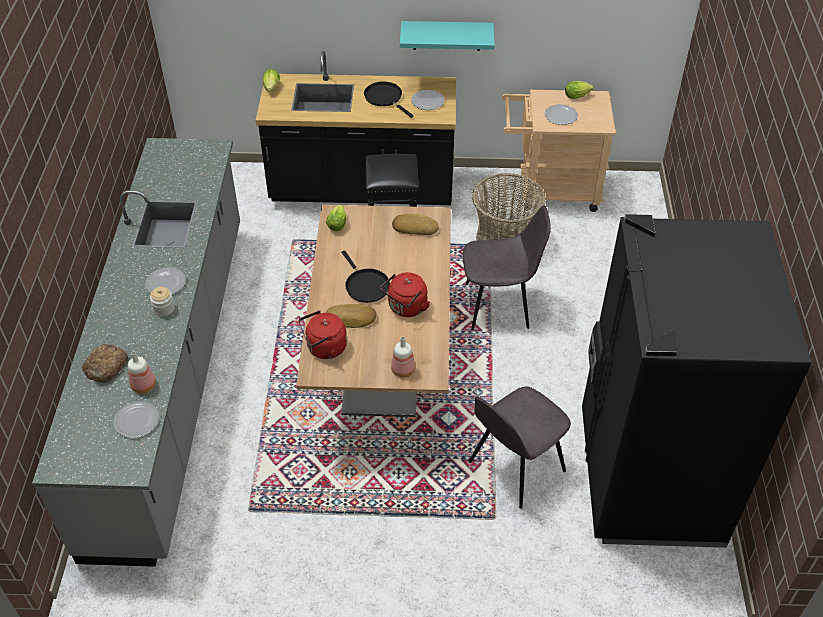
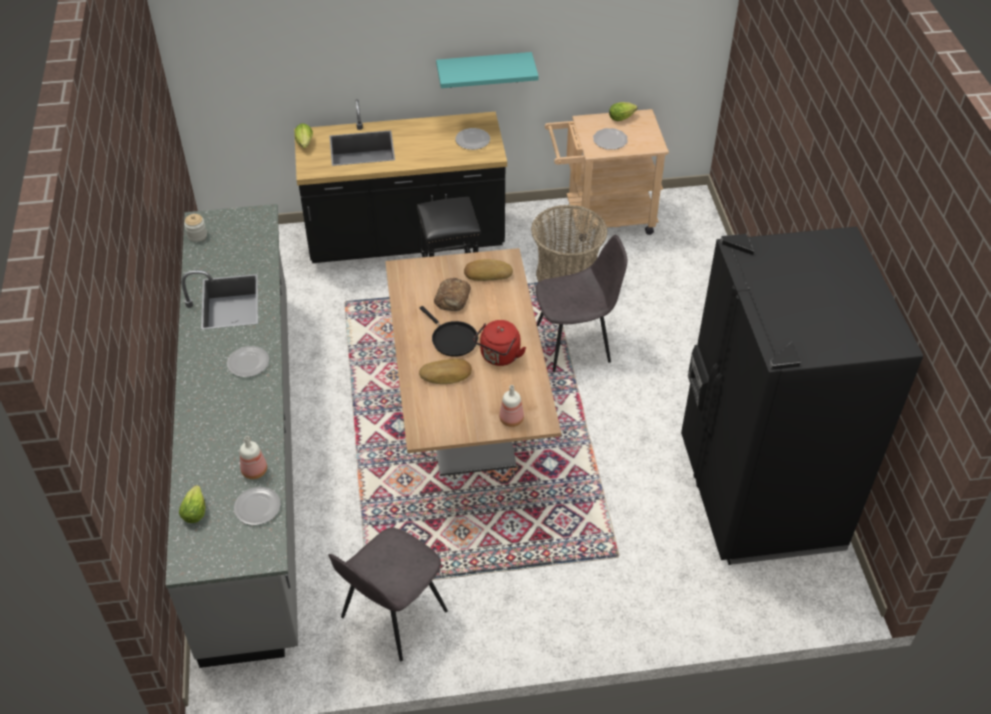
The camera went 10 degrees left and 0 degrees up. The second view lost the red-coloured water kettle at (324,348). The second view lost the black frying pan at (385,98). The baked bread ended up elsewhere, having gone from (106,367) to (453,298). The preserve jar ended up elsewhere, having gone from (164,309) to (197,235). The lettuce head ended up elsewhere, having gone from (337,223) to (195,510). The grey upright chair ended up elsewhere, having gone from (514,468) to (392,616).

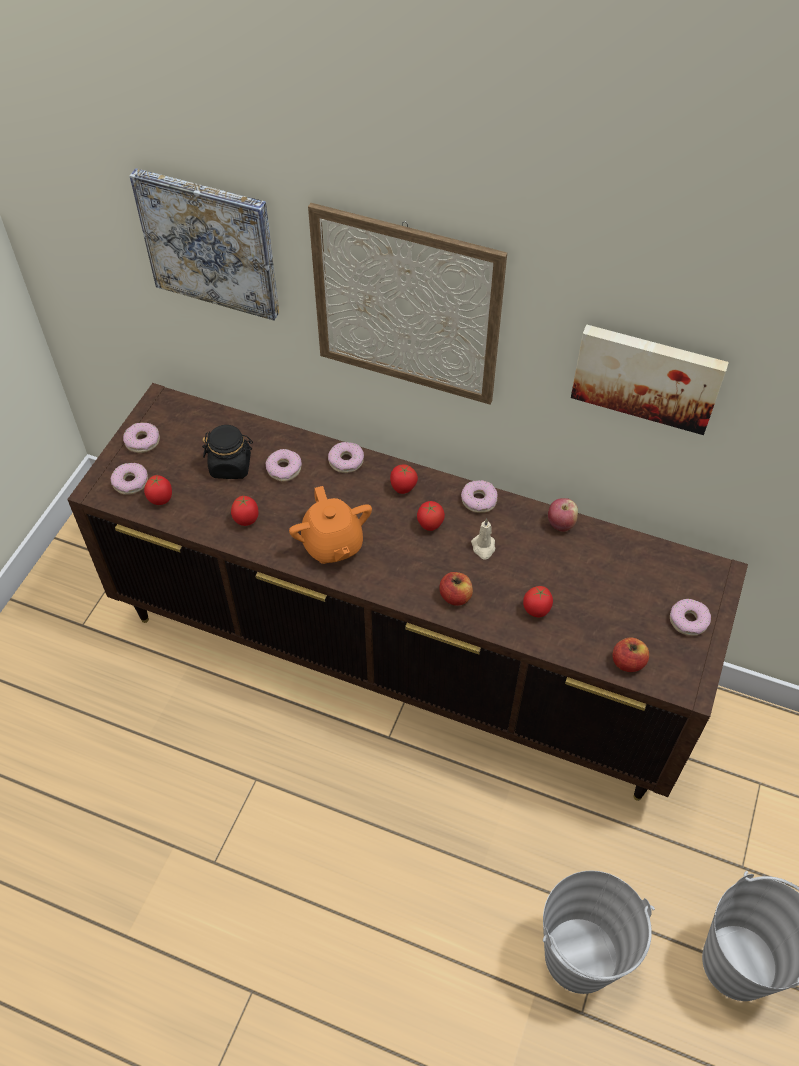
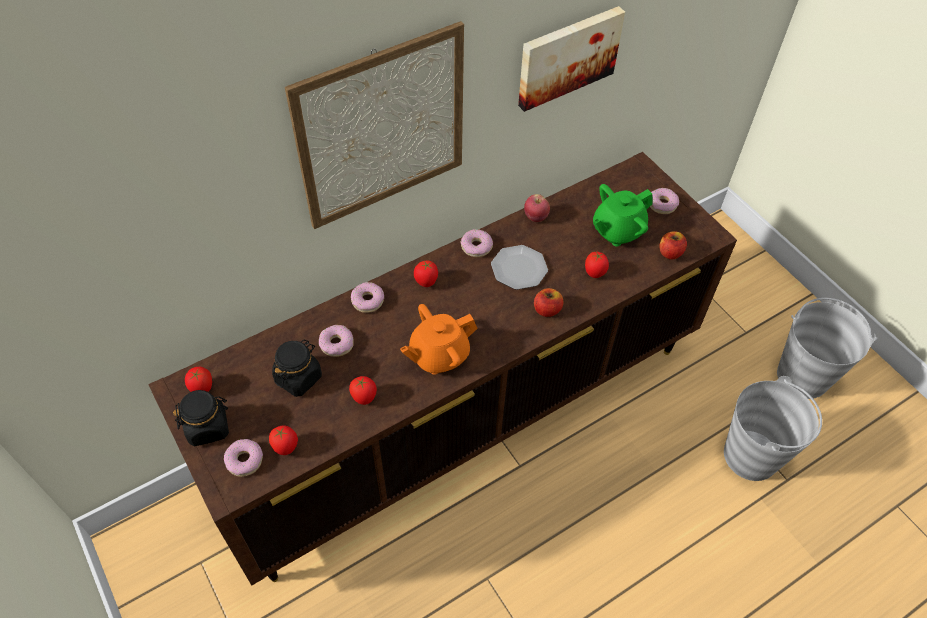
The camera went 55 degrees left and 0 degrees up. The second view lost the wall picture at (210,243). The second view gained the green-coloured tea pot at (617,231). The tomato ended up elsewhere, having gone from (429,525) to (202,389). Where the ring doughnut stood at (142,441), the black preserve jar came to stand at (208,427). Where the beige candle stood at (483,547), the dinner plate came to stand at (519,269). The orangey tea pot at (332,545) ended up facing another way, 135 degrees clockwise from before.

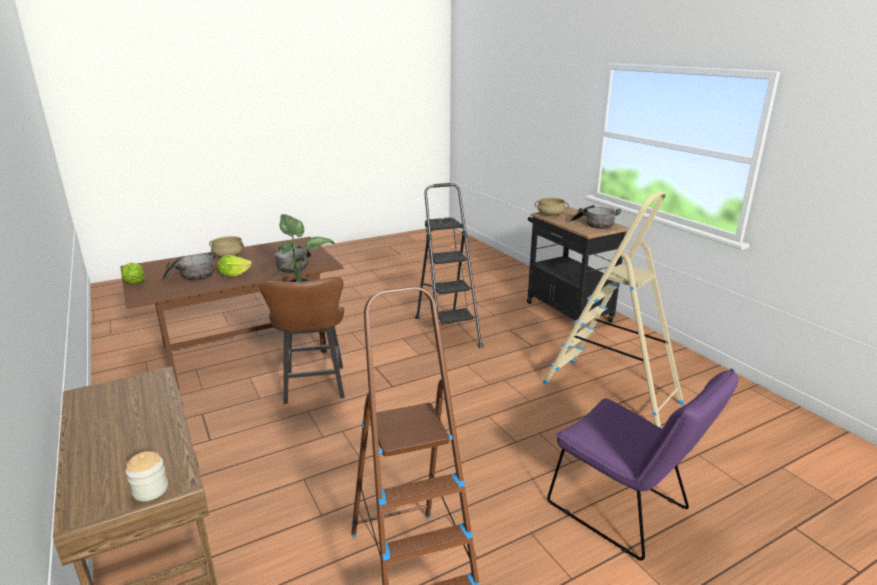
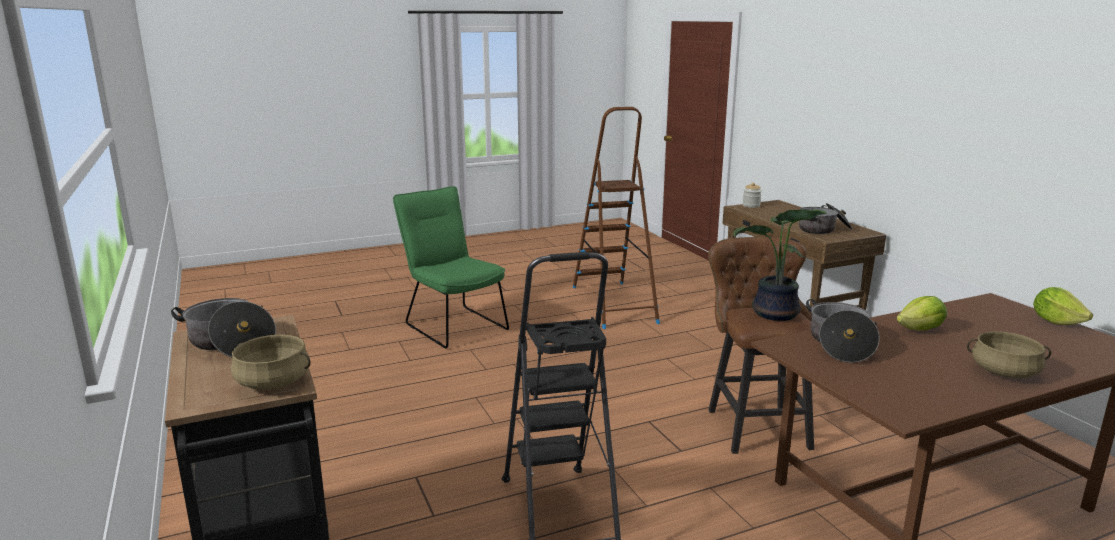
The camera went 175 degrees left and 5 degrees down. The second view lost the beige step ladder at (610,392). The stockpot ended up elsewhere, having gone from (190,276) to (824,229). What was the purple upright chair at (625,511) turned into the green-coloured upright chair at (452,324).

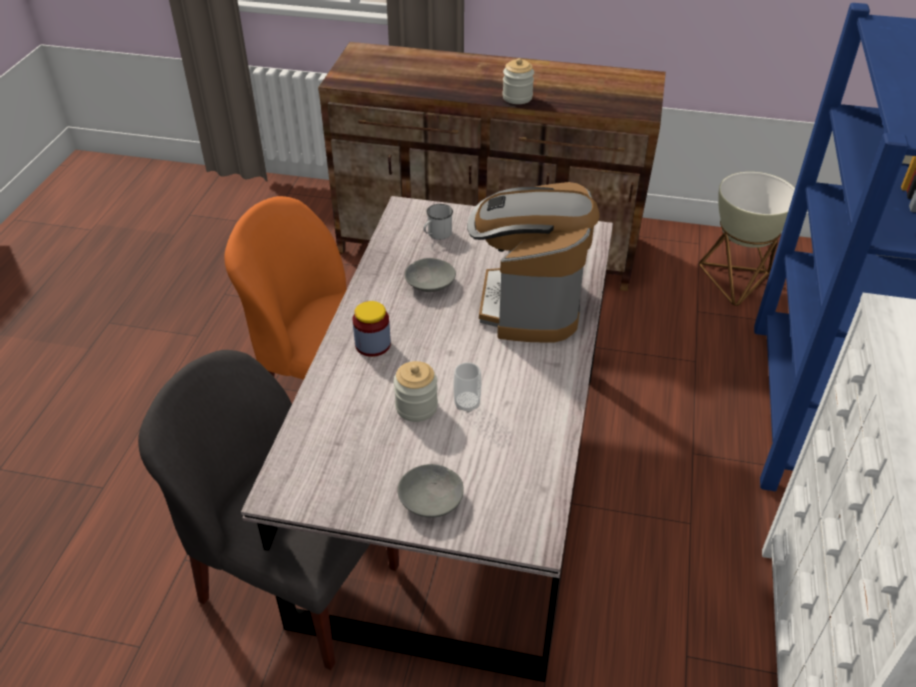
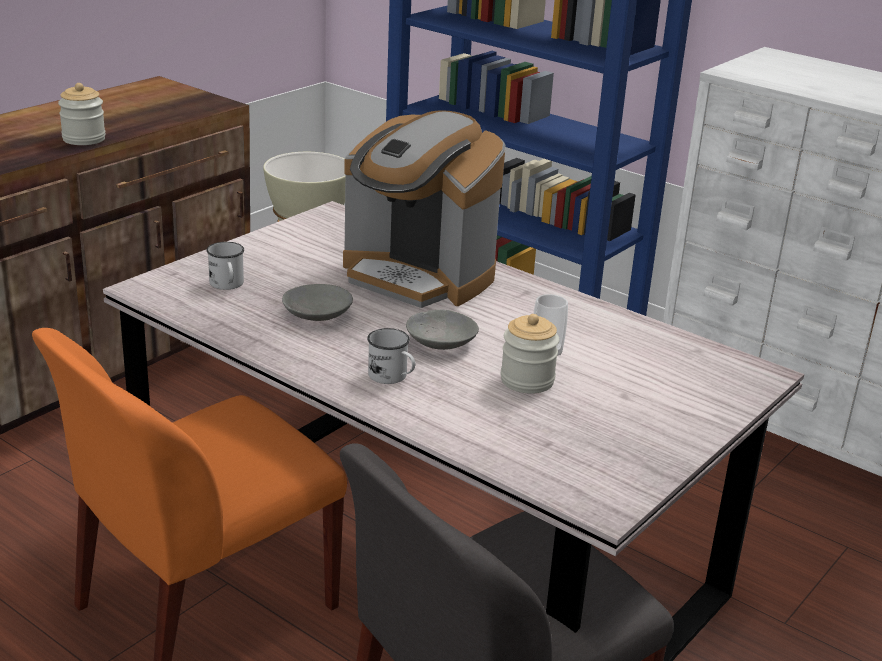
The camera went 65 degrees left and 15 degrees down. The grey bowl ended up elsewhere, having gone from (432,499) to (441,341). Where the preserve jar stood at (373,344), the white coffee mug came to stand at (392,377).

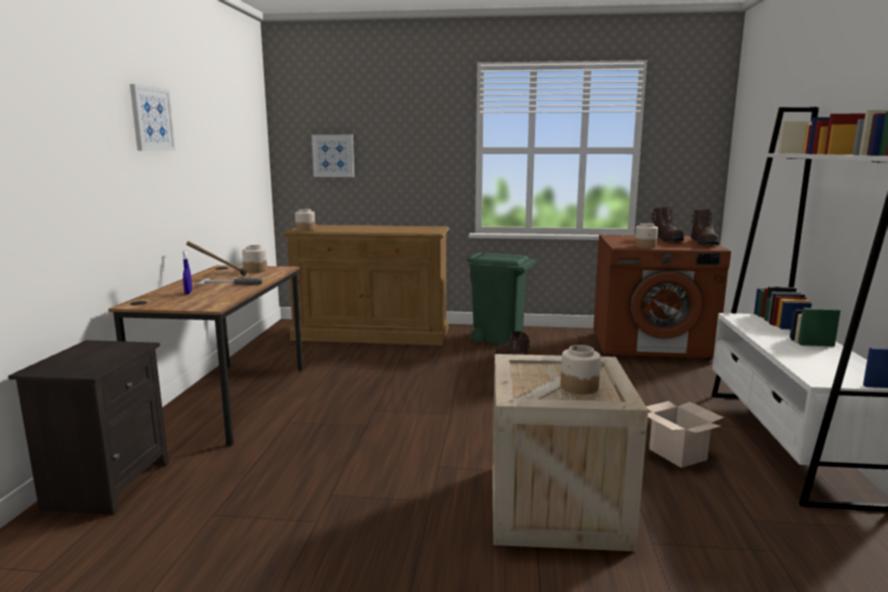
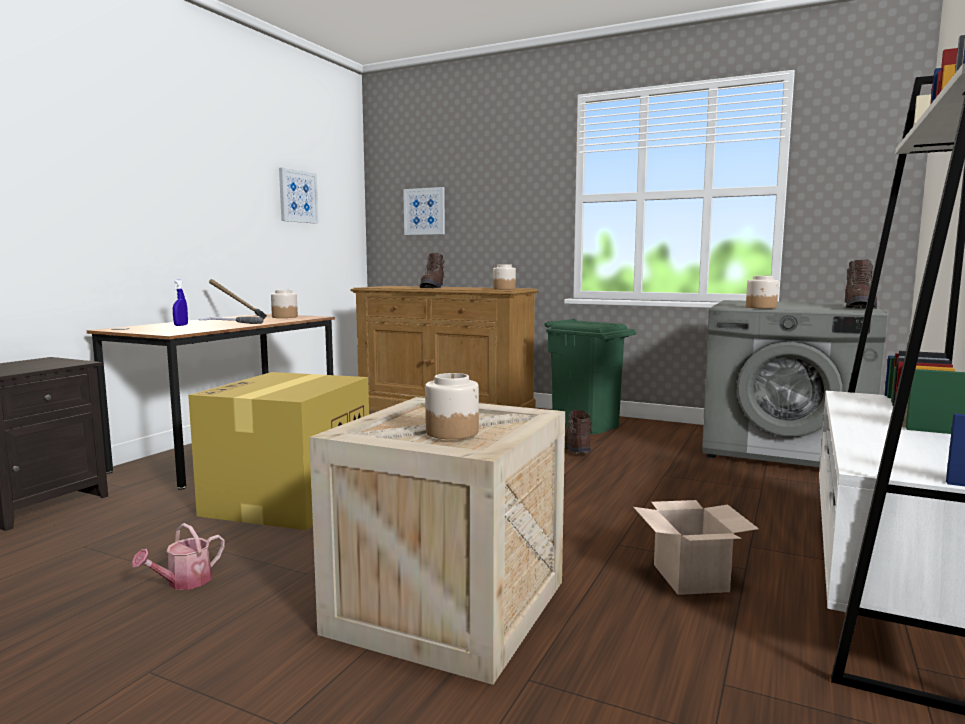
The camera went 20 degrees right and 5 degrees down. The second view gained the sprinkling can at (184,582). The second view gained the carton at (289,499). The wall picture ended up elsewhere, having gone from (151,119) to (298,196). The preserve jar ended up elsewhere, having gone from (305,230) to (504,289). The brownish high-top boot ended up elsewhere, having gone from (666,240) to (433,287). What was the brownish laundry machine at (652,347) turned into the grey laundry machine at (785,454).

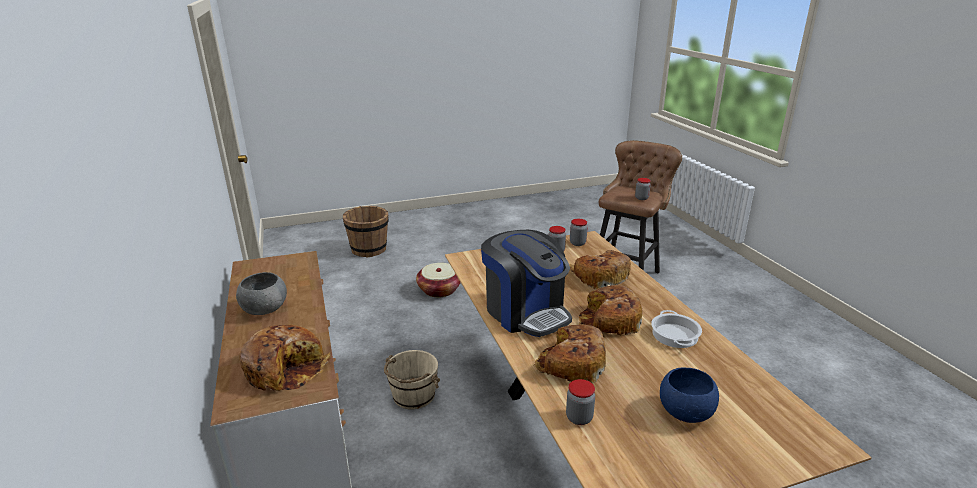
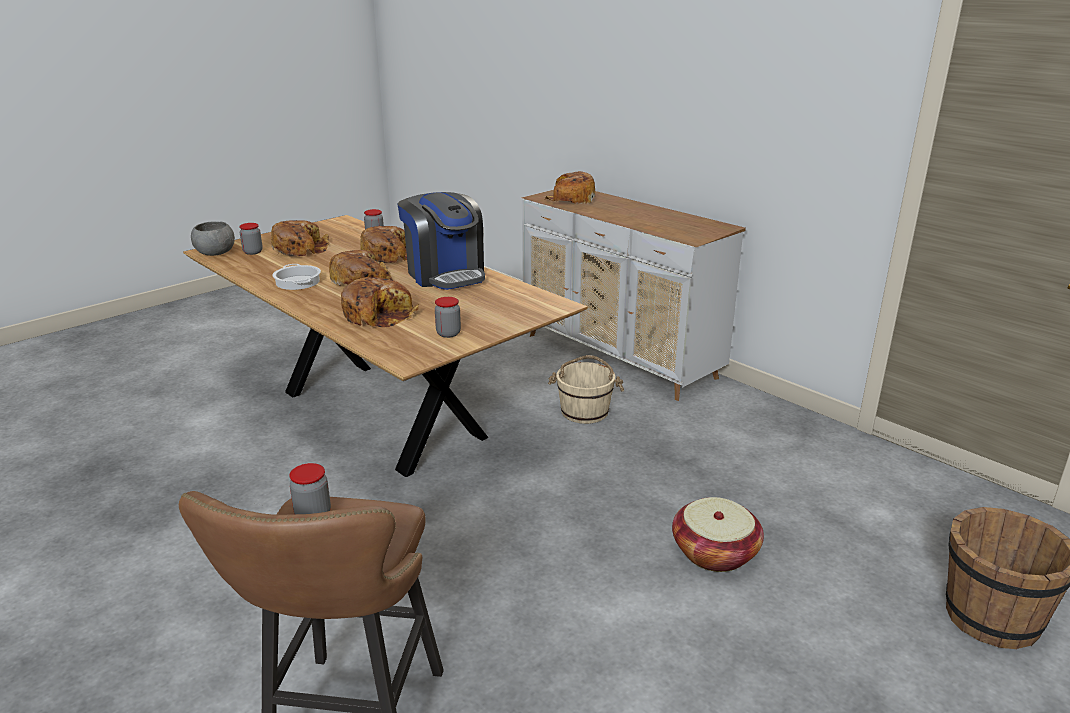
The camera went 155 degrees right and 0 degrees up. The grey bowl ended up elsewhere, having gone from (264,309) to (215,253). The preserve jar ended up elsewhere, having gone from (577,243) to (253,252). Where the blue-coloured bowl stood at (686,411), the baked bread came to stand at (300,249). The coffee machine at (525,312) ended up facing another way, 150 degrees counterclockwise from before.

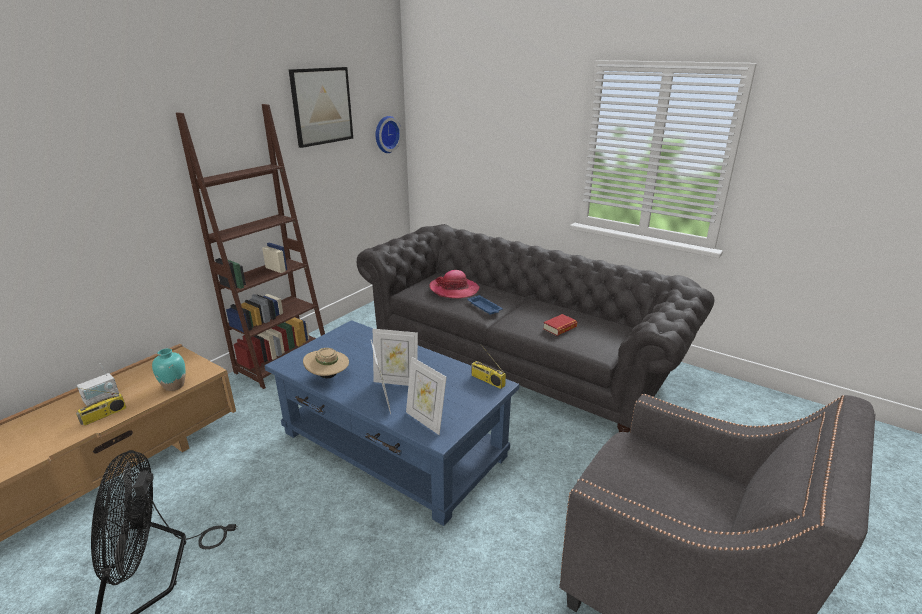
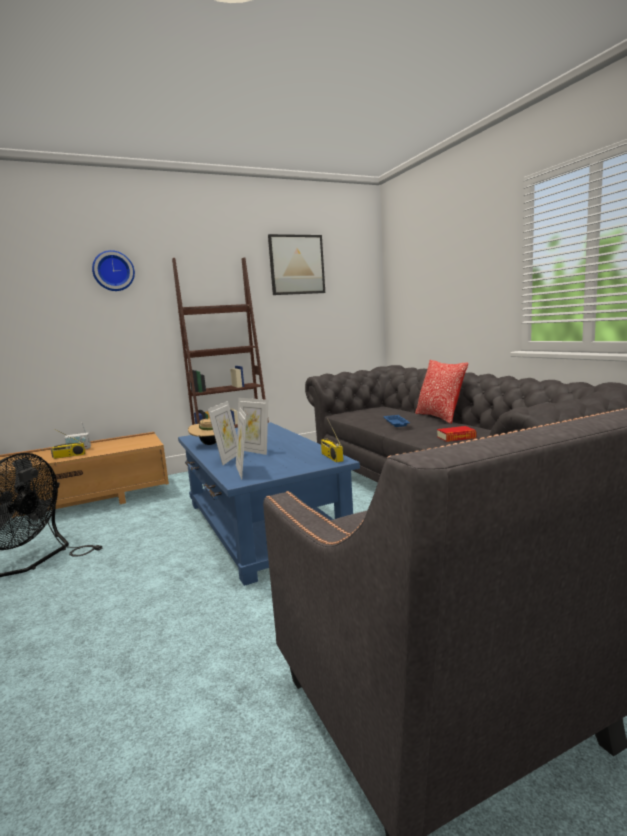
The camera went 30 degrees right and 15 degrees down. The second view lost the turquoise-coloured vase at (174,386). The second view lost the wearable hat at (454,289). The second view gained the throw pillow at (439,417). The wall clock ended up elsewhere, having gone from (385,134) to (113,271).

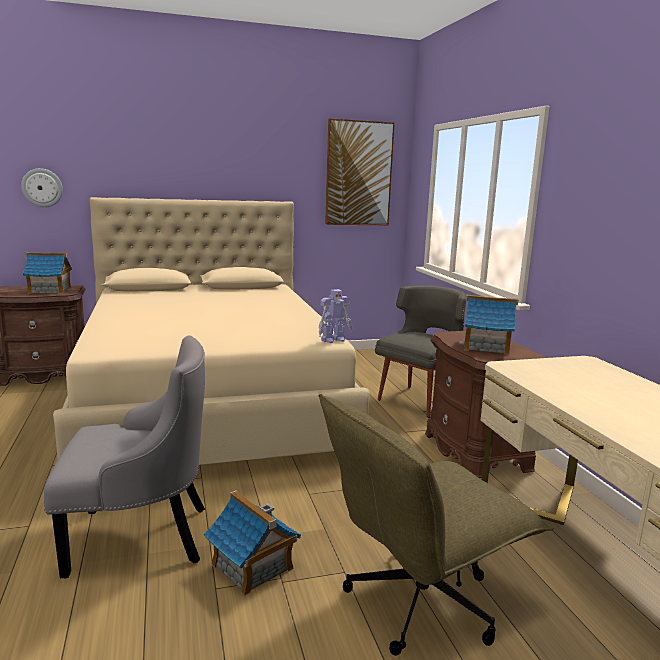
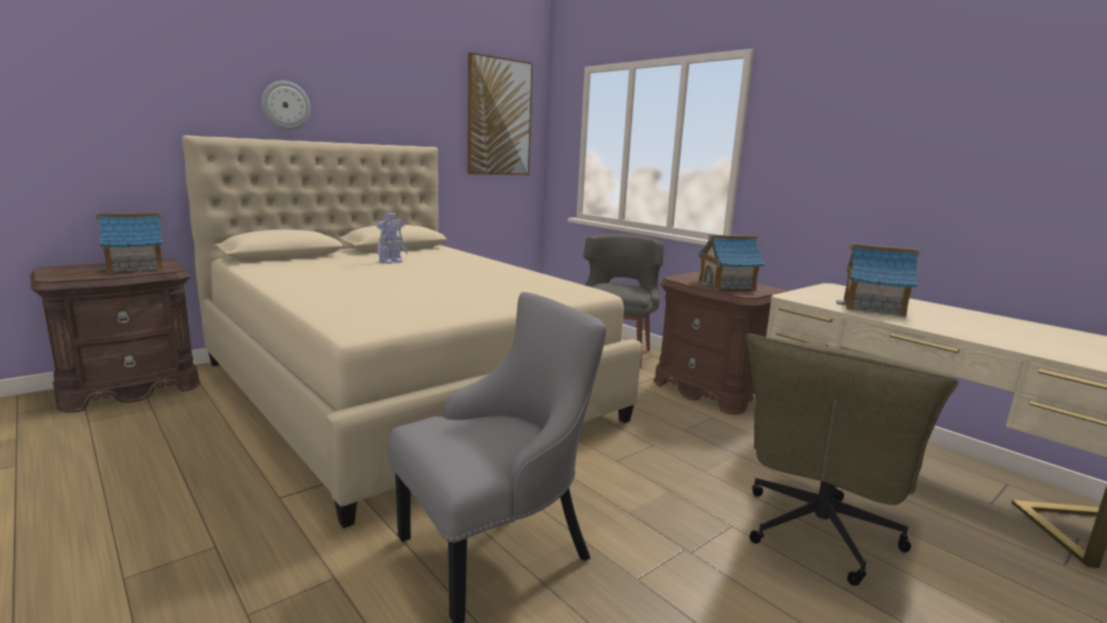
The camera went 25 degrees left and 0 degrees up. The wall clock ended up elsewhere, having gone from (42,187) to (286,105). The miniature house ended up elsewhere, having gone from (252,567) to (873,307). The toy robot ended up elsewhere, having gone from (334,340) to (391,261).

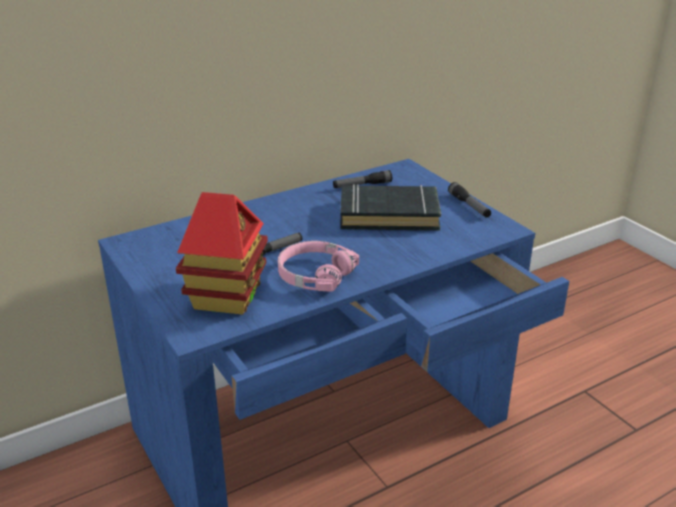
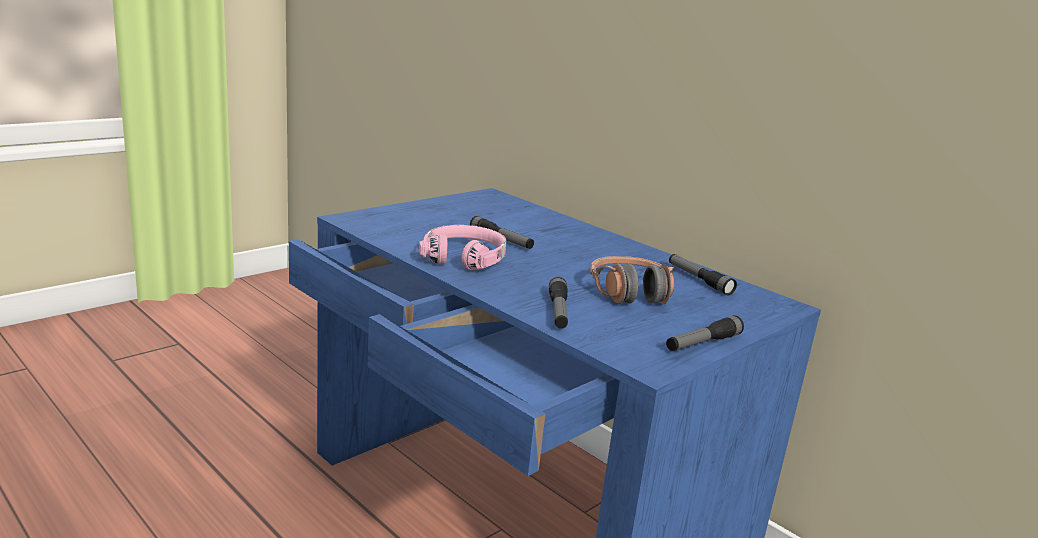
The camera went 75 degrees right and 10 degrees down. The second view lost the miniature house at (227,296). The second view gained the hand torch at (558,312). Where the black volume stood at (389,215), the headphones came to stand at (630,293).

